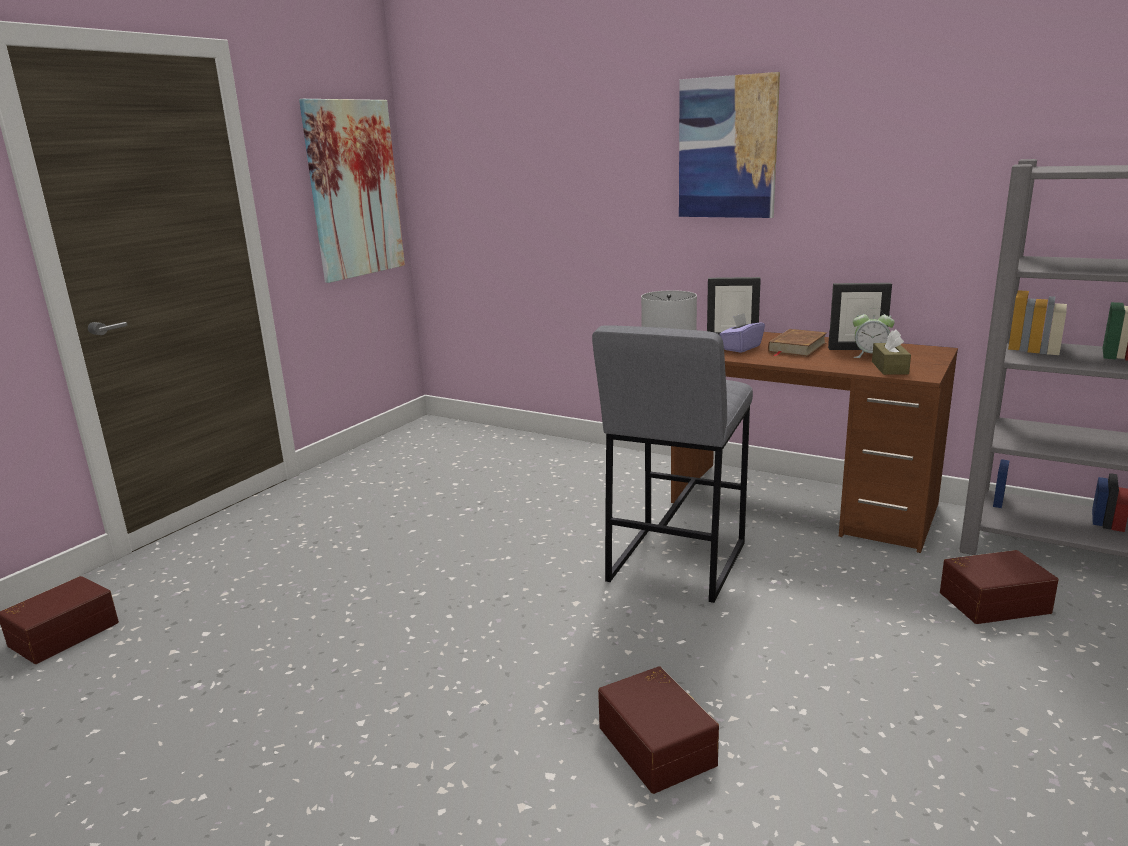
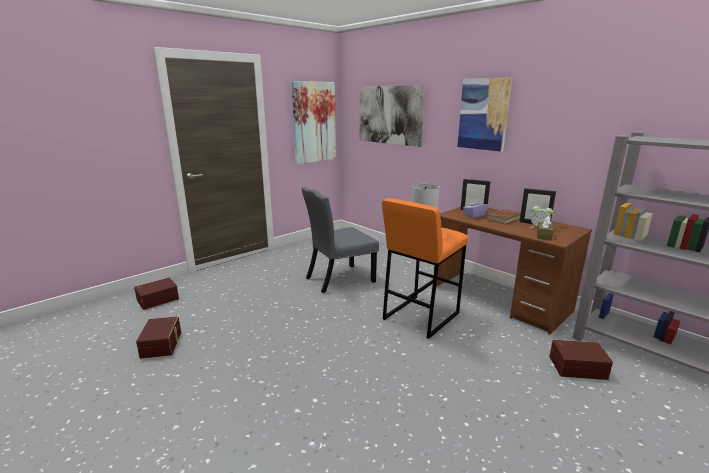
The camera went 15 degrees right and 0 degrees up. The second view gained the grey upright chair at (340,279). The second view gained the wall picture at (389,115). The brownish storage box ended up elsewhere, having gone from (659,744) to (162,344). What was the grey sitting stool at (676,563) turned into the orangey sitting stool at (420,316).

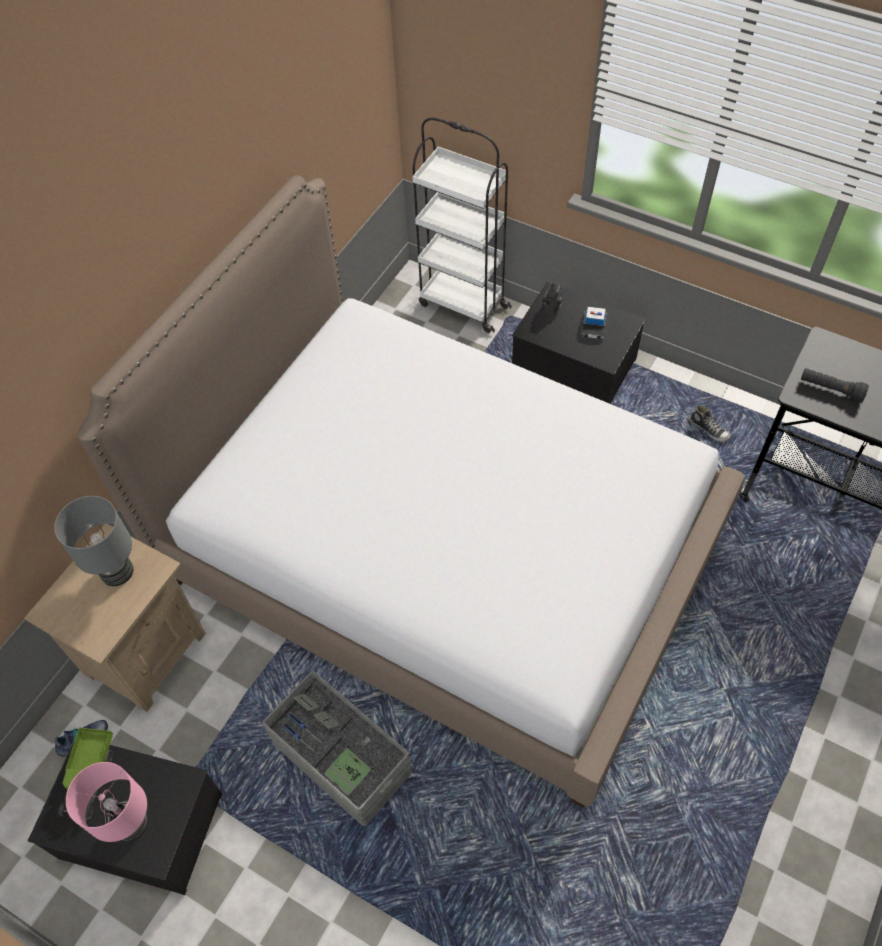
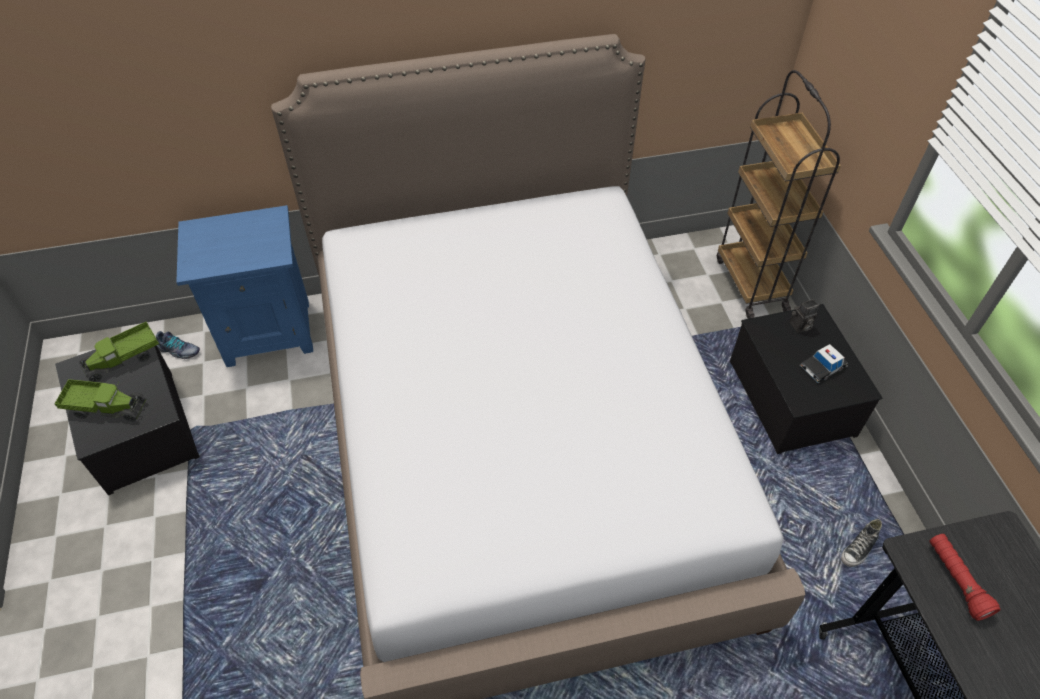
The camera went 45 degrees right and 5 degrees down. The second view lost the grey table lamp at (117,571). The second view lost the grey storage box at (340,757). Where the pinkish table lamp stood at (131,823), the toy lorry came to stand at (106,407). What was the beige night table at (149,654) turned into the blue-coloured night table at (270,334). What was the white trolley at (463,305) turned into the brownish trolley at (751,284). What was the black hand torch at (830,390) turned into the red-coloured hand torch at (956,580). The shoe at (709,430) ended up facing another way, 45 degrees clockwise from before.

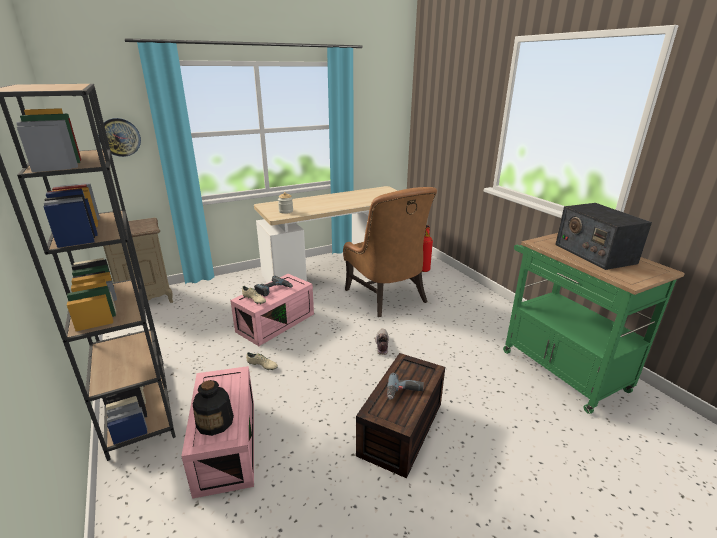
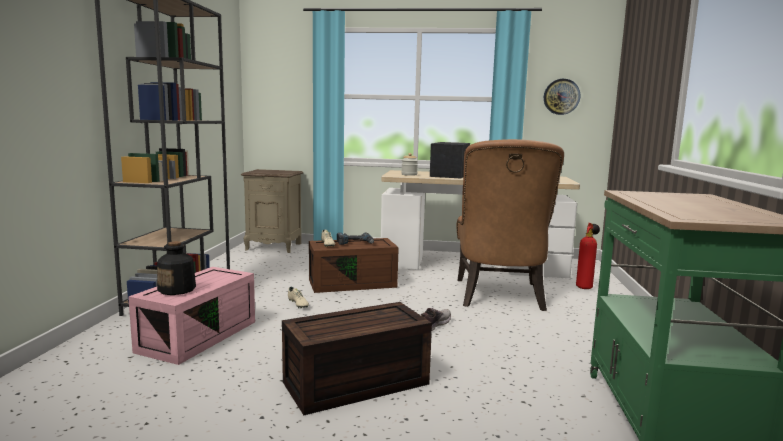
The camera went 35 degrees right and 15 degrees down. The second view lost the electric drill at (404,392). The wall clock ended up elsewhere, having gone from (120,137) to (561,96). The radio receiver ended up elsewhere, having gone from (594,253) to (449,175). What was the pinkish storage box at (276,322) turned into the brownish storage box at (353,283).

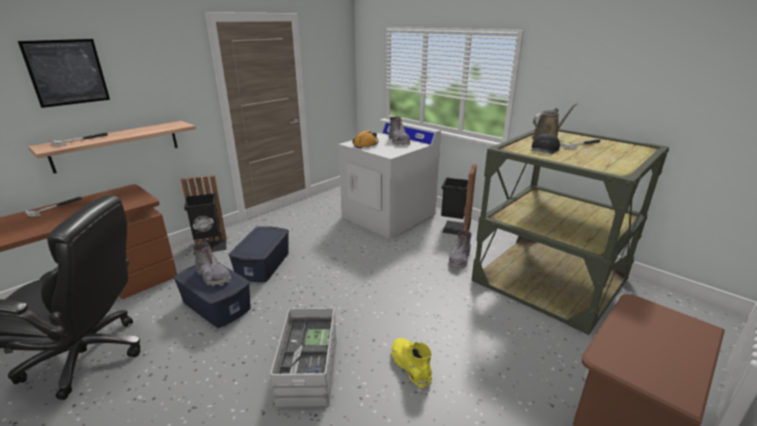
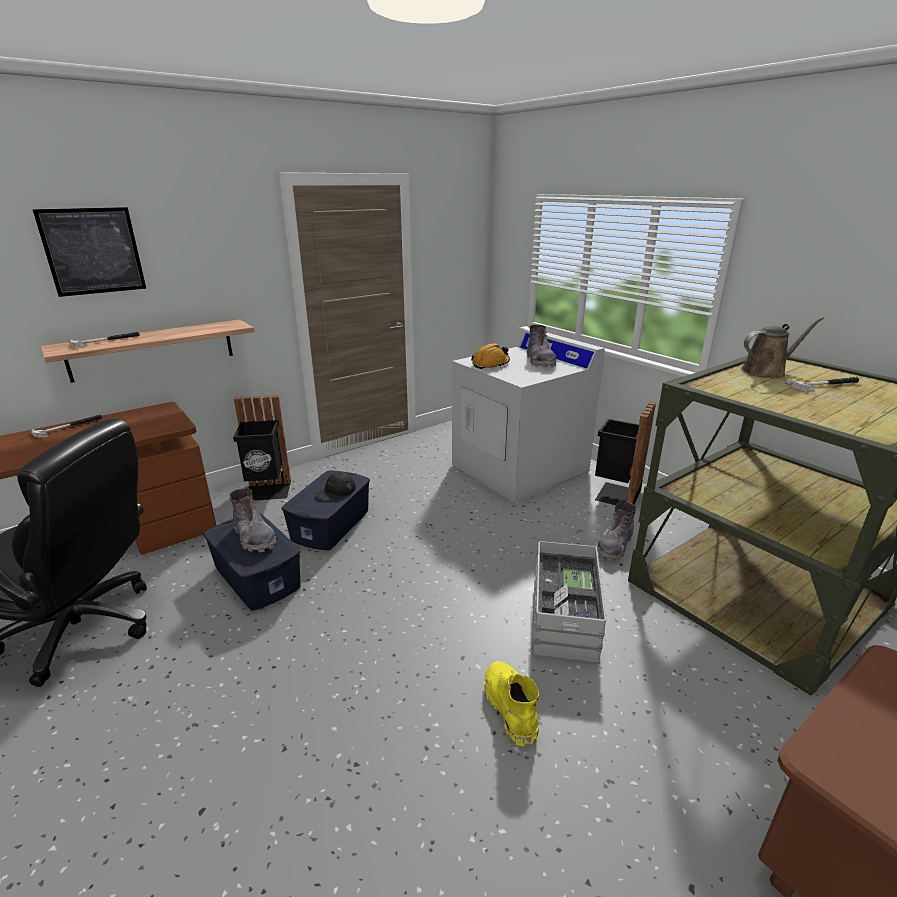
The camera went 10 degrees right and 0 degrees up. The grey storage box ended up elsewhere, having gone from (309,369) to (565,617). The black baseball cap ended up elsewhere, having gone from (544,149) to (335,491).

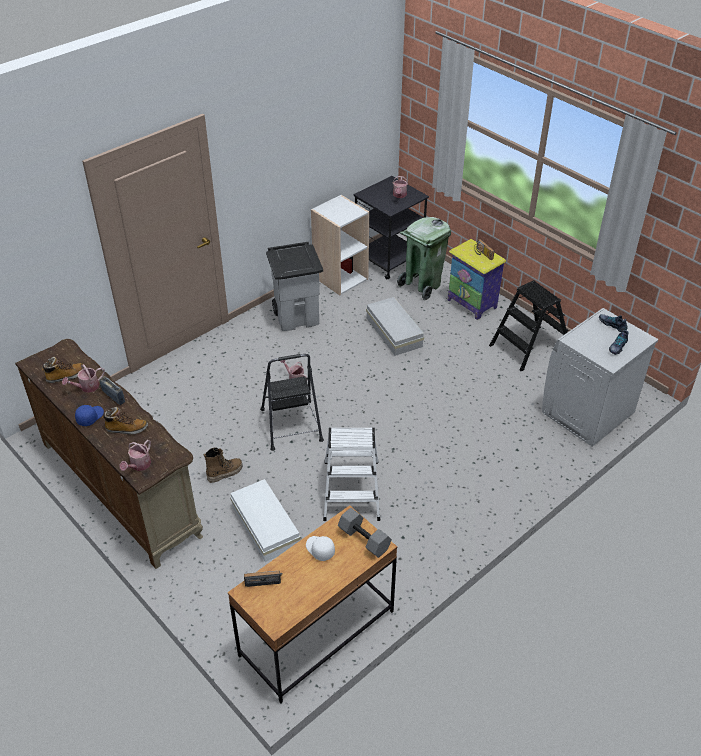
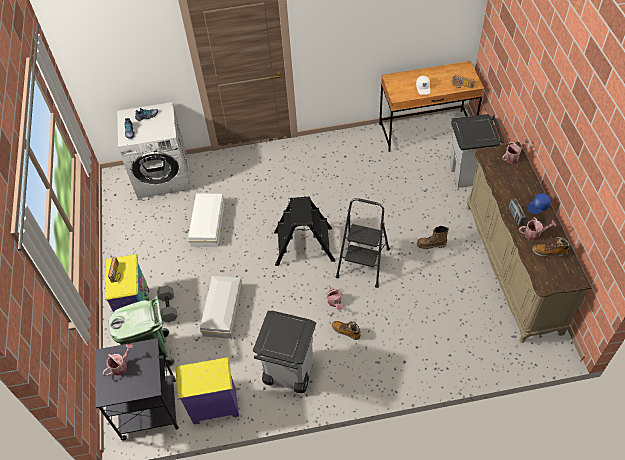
The camera went 145 degrees left and 10 degrees up. The second view lost the white step ladder at (351,489). The second view gained the grey rubbish bin at (469,174). The high-top boot ended up elsewhere, having gone from (126,429) to (346,331). The white storage box ended up elsewhere, having gone from (265,527) to (209,223). The grey hand weight ended up elsewhere, having gone from (365,539) to (168,307). The black step ladder ended up elsewhere, having gone from (529,345) to (304,246). Where the shelving unit stood at (341,278), the night table came to stand at (213,405).

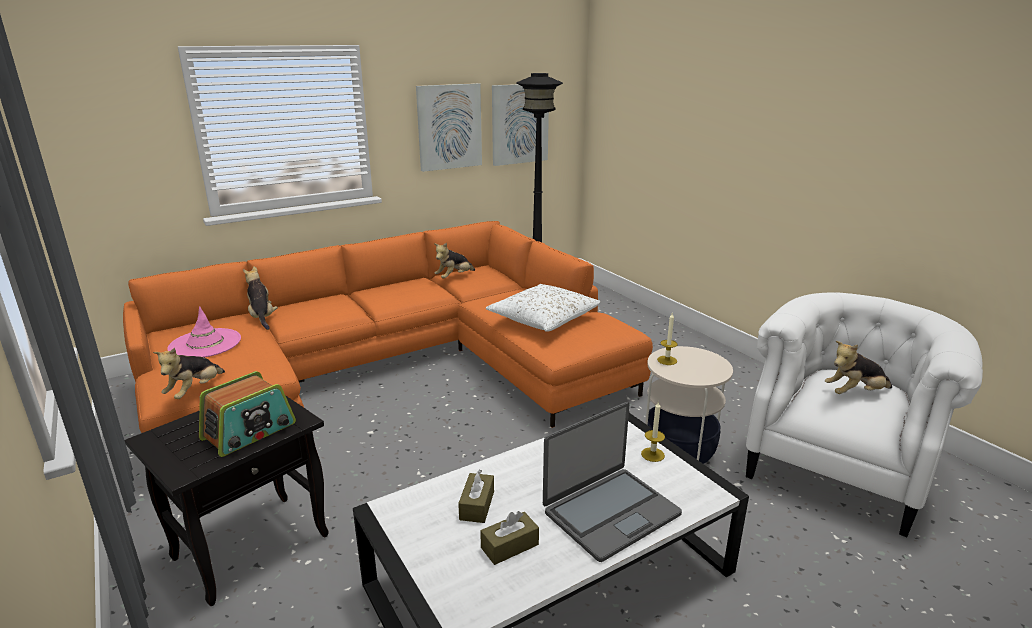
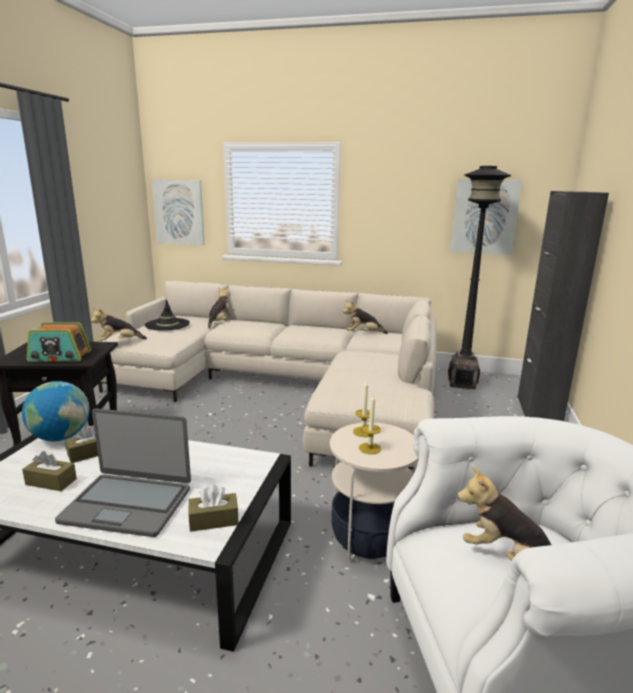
The camera went 45 degrees right and 5 degrees down. The second view lost the white throw pillow at (543,318). The second view gained the world globe at (61,437). The second view gained the brownish tissue box at (214,520). The second view gained the black storage cabinet at (538,412). The wall picture ended up elsewhere, having gone from (449,127) to (179,212). The candle ended up elsewhere, having gone from (652,454) to (370,448). What was the orangey settee at (396,369) turned into the beige settee at (286,388). What was the pinkish wearable hat at (205,344) turned into the black wearable hat at (167,324).

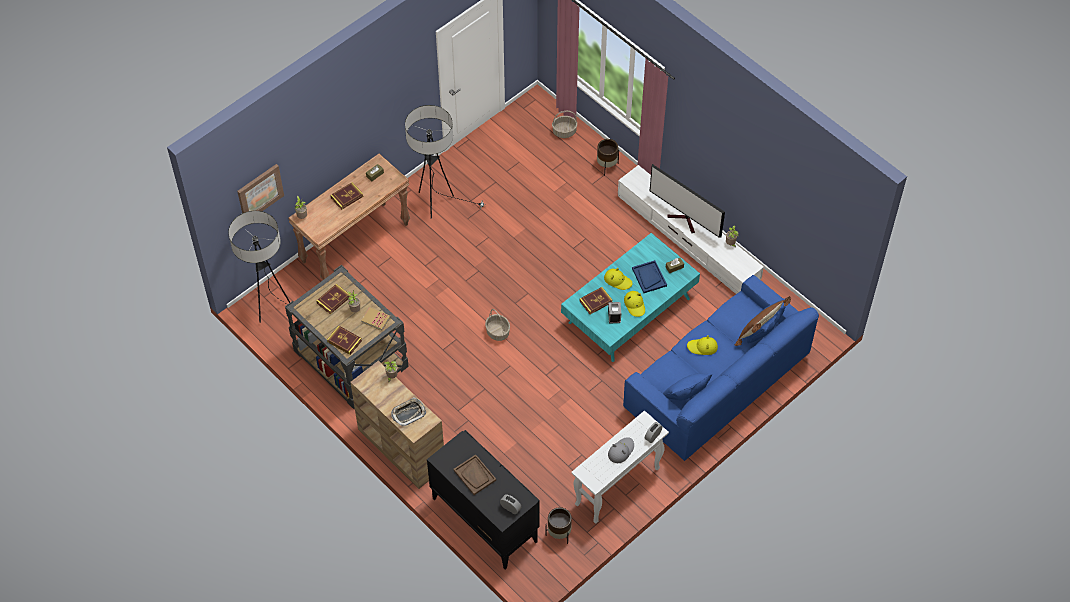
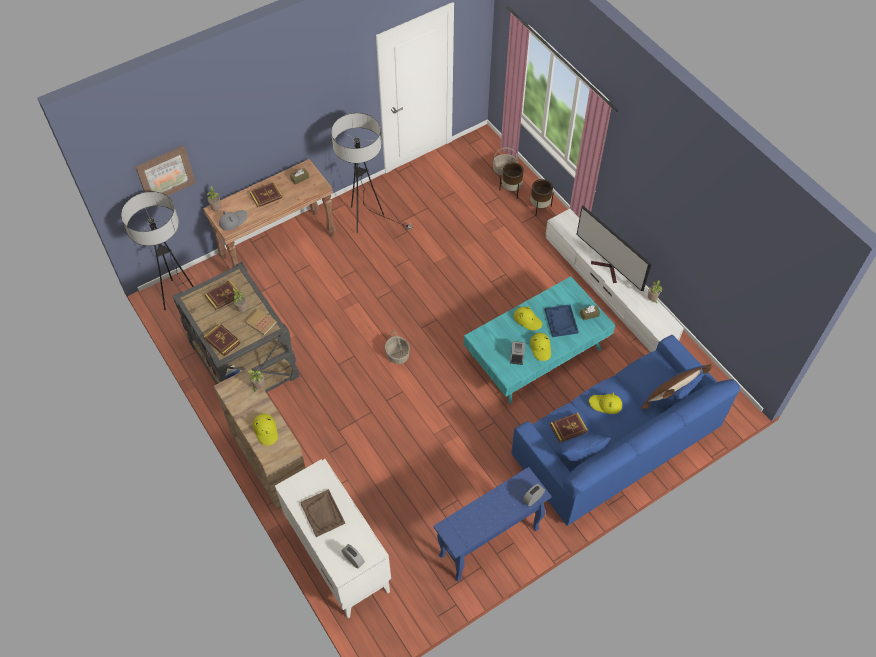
The camera went 10 degrees right and 0 degrees up. The brownish flower pot ended up elsewhere, having gone from (559,534) to (511,190). The volume ended up elsewhere, having gone from (596,301) to (568,428). The grey wearable hat ended up elsewhere, having gone from (621,451) to (233,221). Where the tray stood at (408,413), the yellow wearable hat came to stand at (266,430). What was the black storage cabinet at (484,519) turned into the white storage cabinet at (338,556). What was the white console table at (617,487) turned into the blue-coloured console table at (488,543).

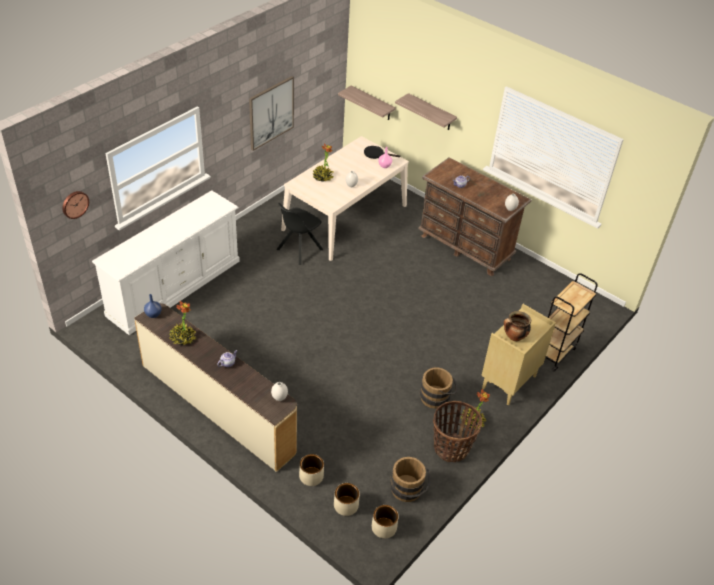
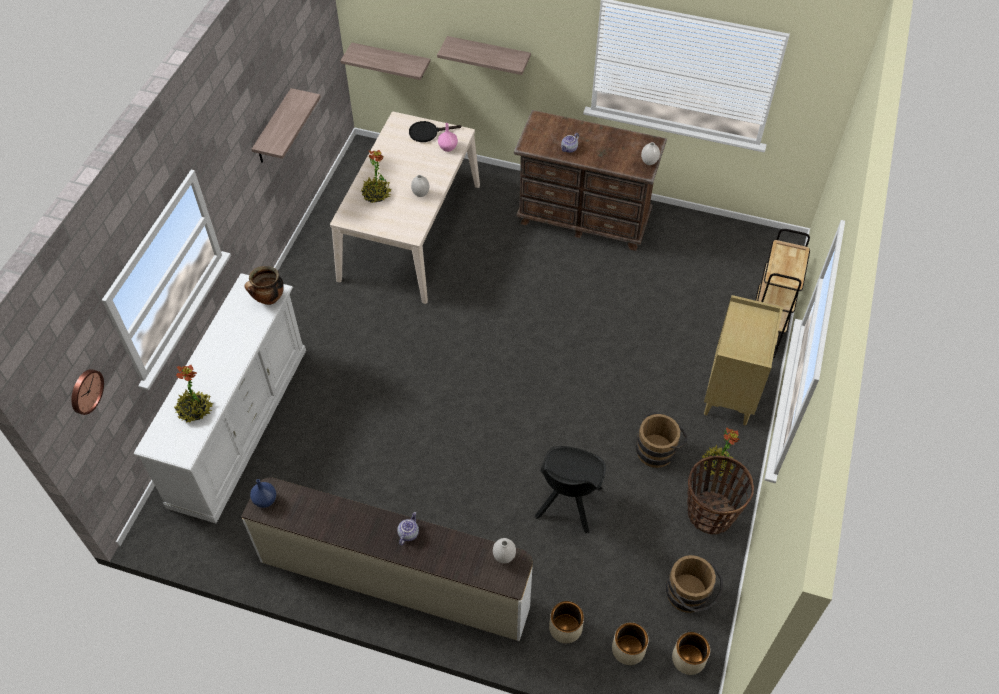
The camera went 20 degrees left and 10 degrees up. The potted plant ended up elsewhere, having gone from (182,338) to (194,410). The black upright chair ended up elsewhere, having gone from (299,250) to (568,503). The stockpot ended up elsewhere, having gone from (514,337) to (269,299). Where the wall picture hung at (271,113), the shelf came to hang at (273,128). What was the brownish storage cabinet at (218,406) turned into the white storage cabinet at (395,579).

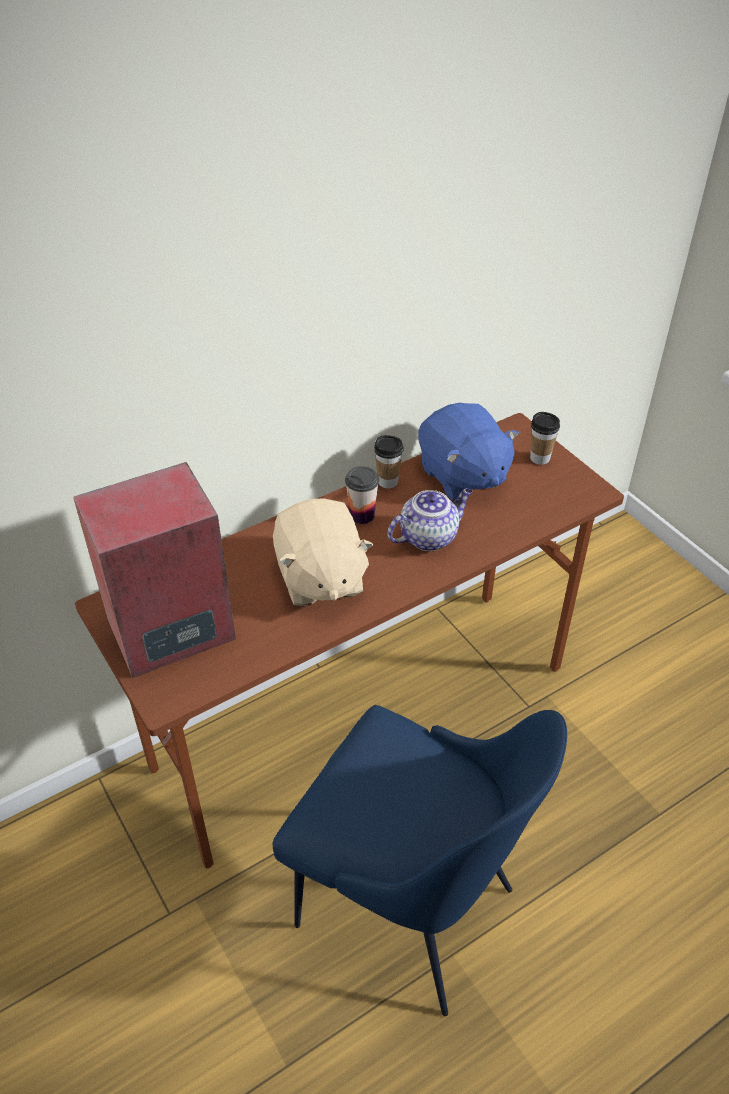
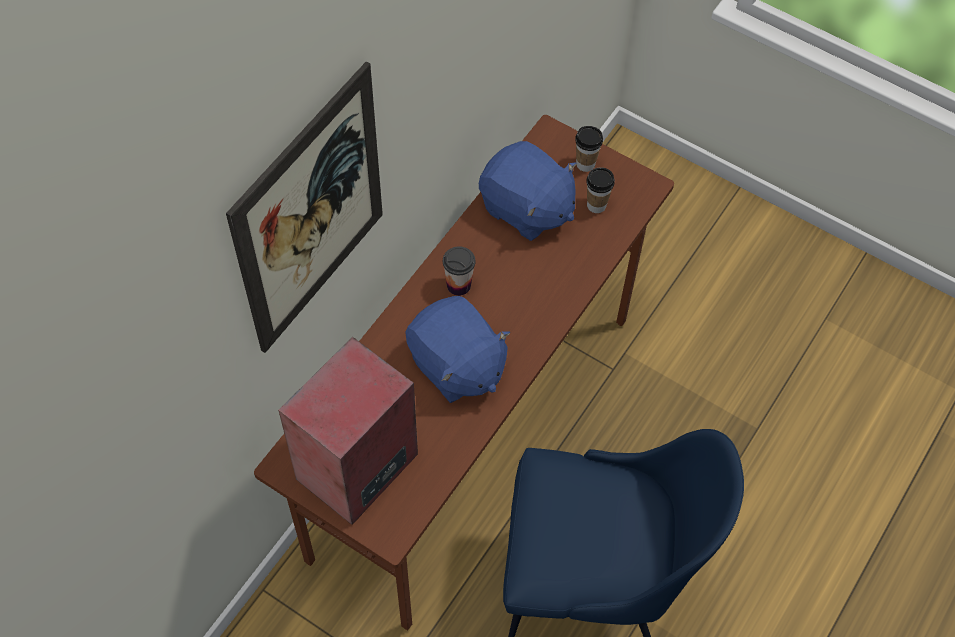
The camera went 25 degrees left and 15 degrees up. The second view lost the tea pot at (429,536). The second view gained the wall picture at (311,212). The drinking cup ended up elsewhere, having gone from (388,481) to (596,205). What was the beige soft toy at (319,578) turned into the blue-coloured soft toy at (456,366).

